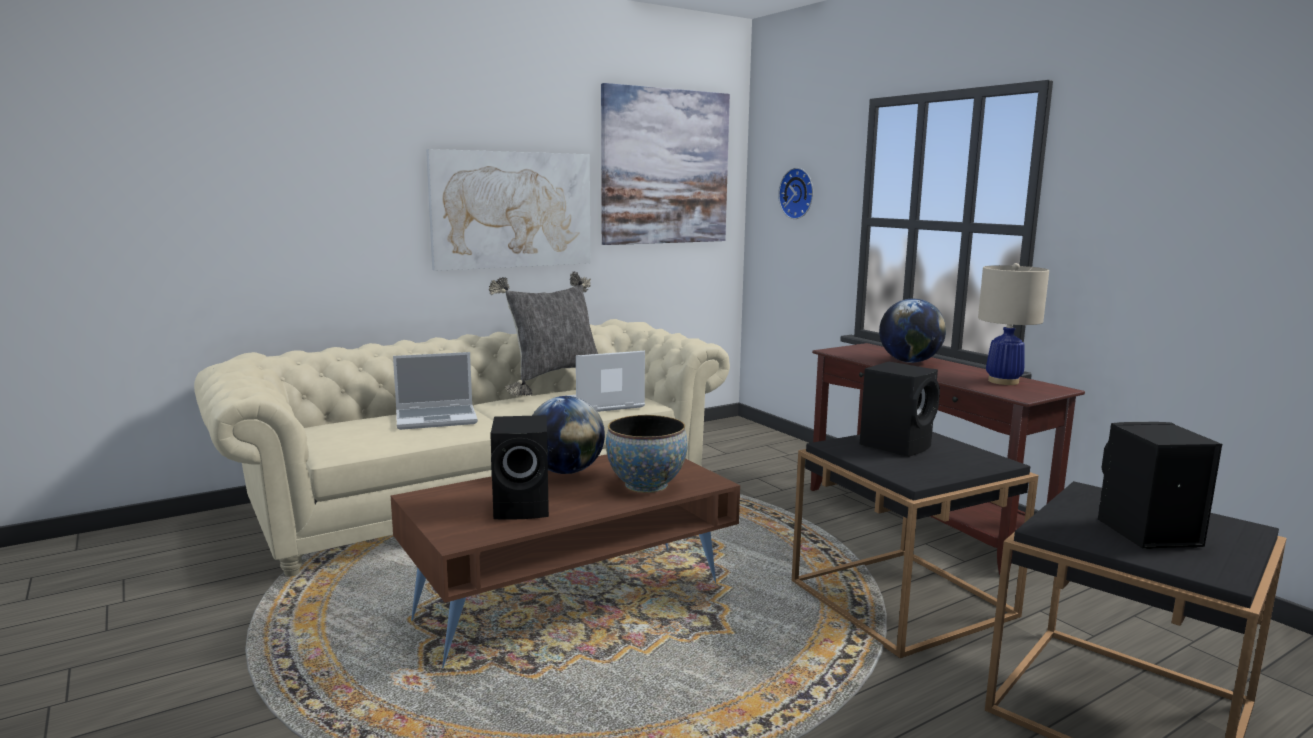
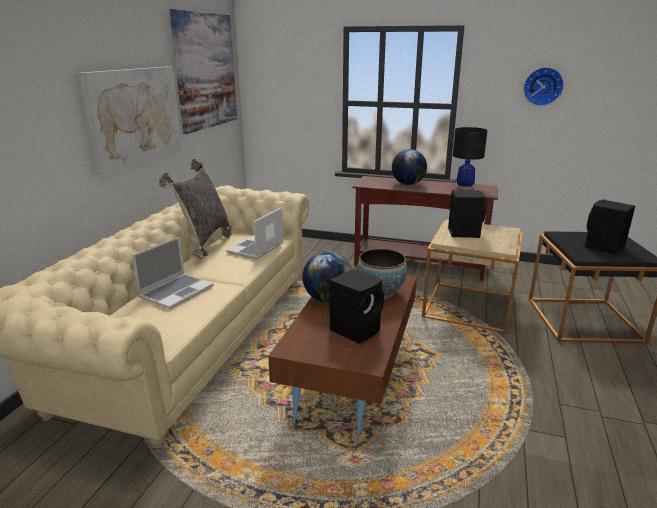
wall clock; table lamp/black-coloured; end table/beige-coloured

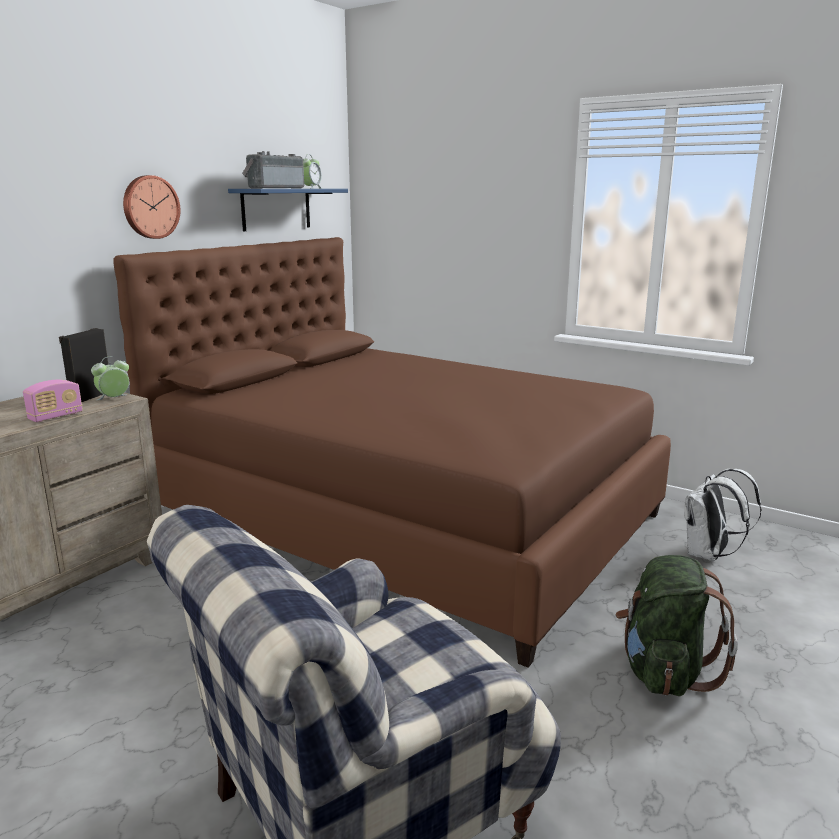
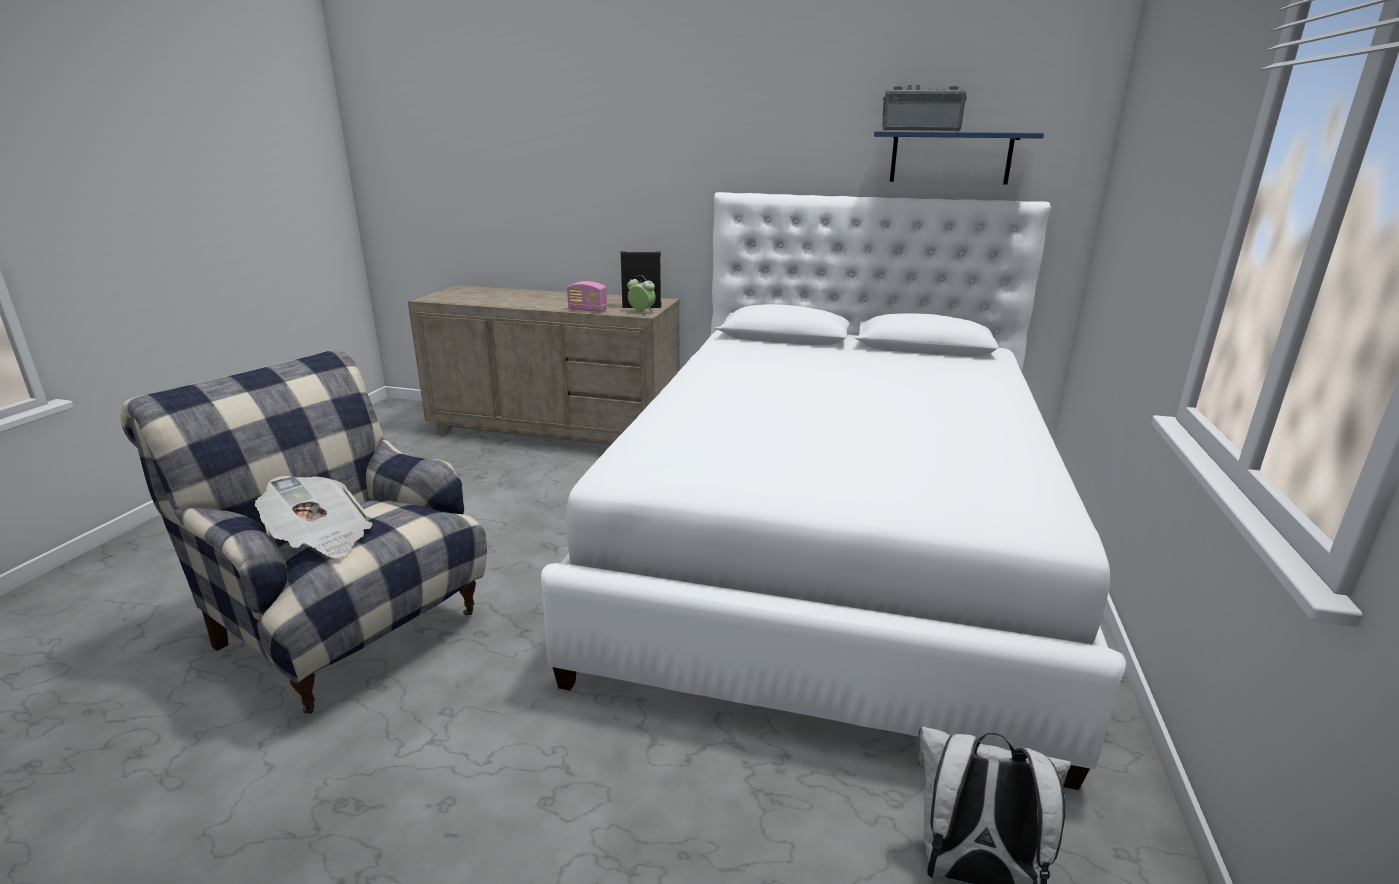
table clock (2nd from left in the first image); wall clock; bedroom bed/white-coloured; backpack/greenish; printed paper

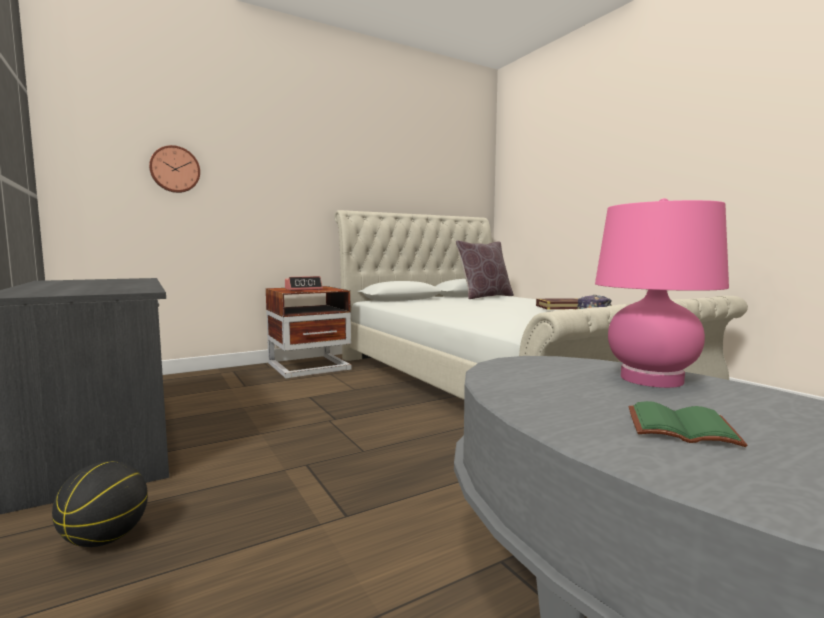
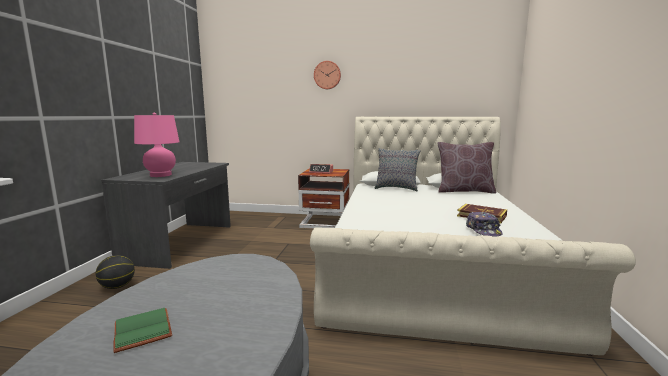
wall clock; table lamp/pink; throw pillow/gray

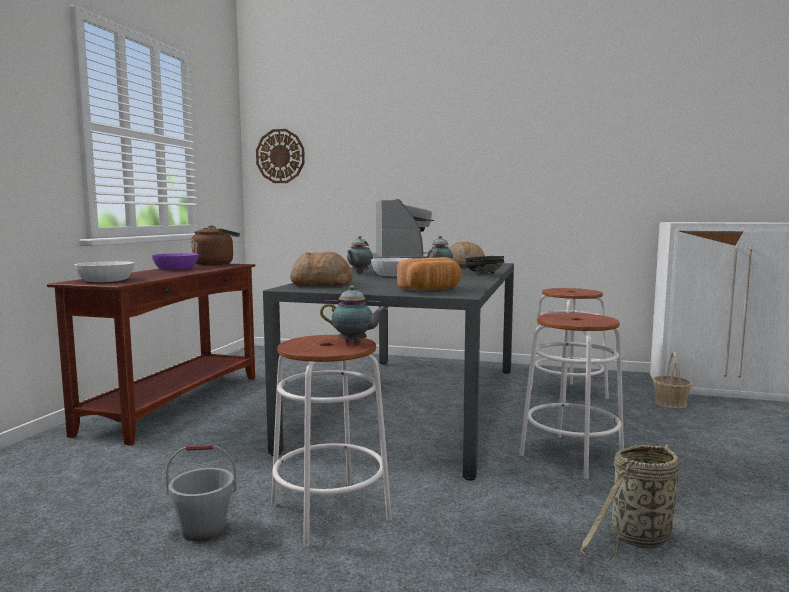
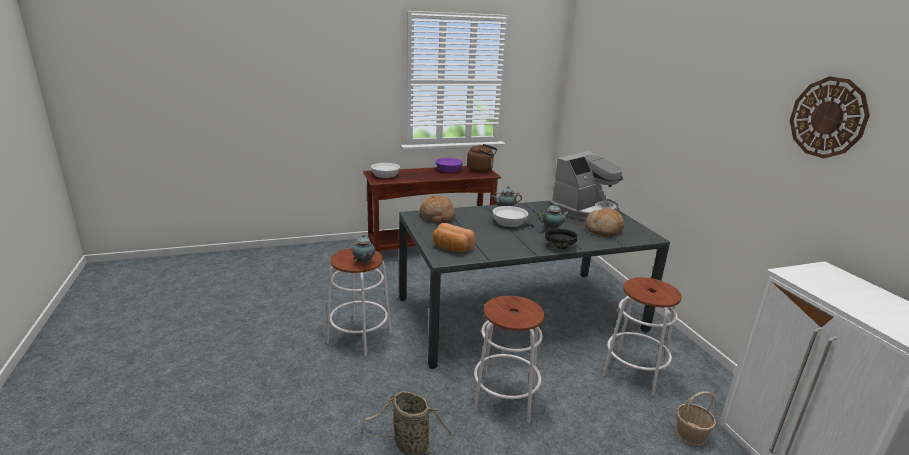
wall clock; pail/gray

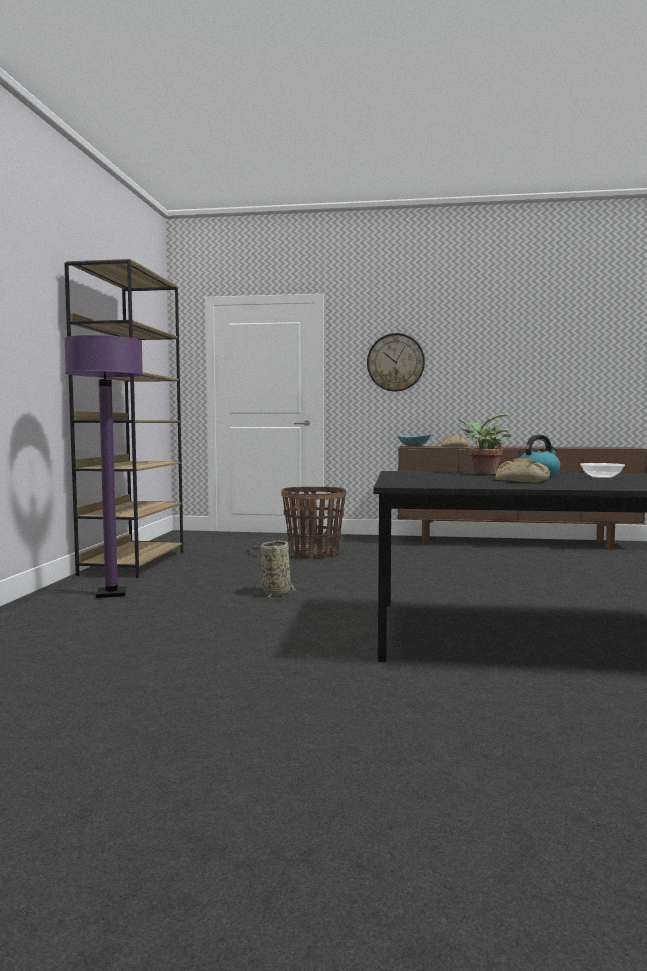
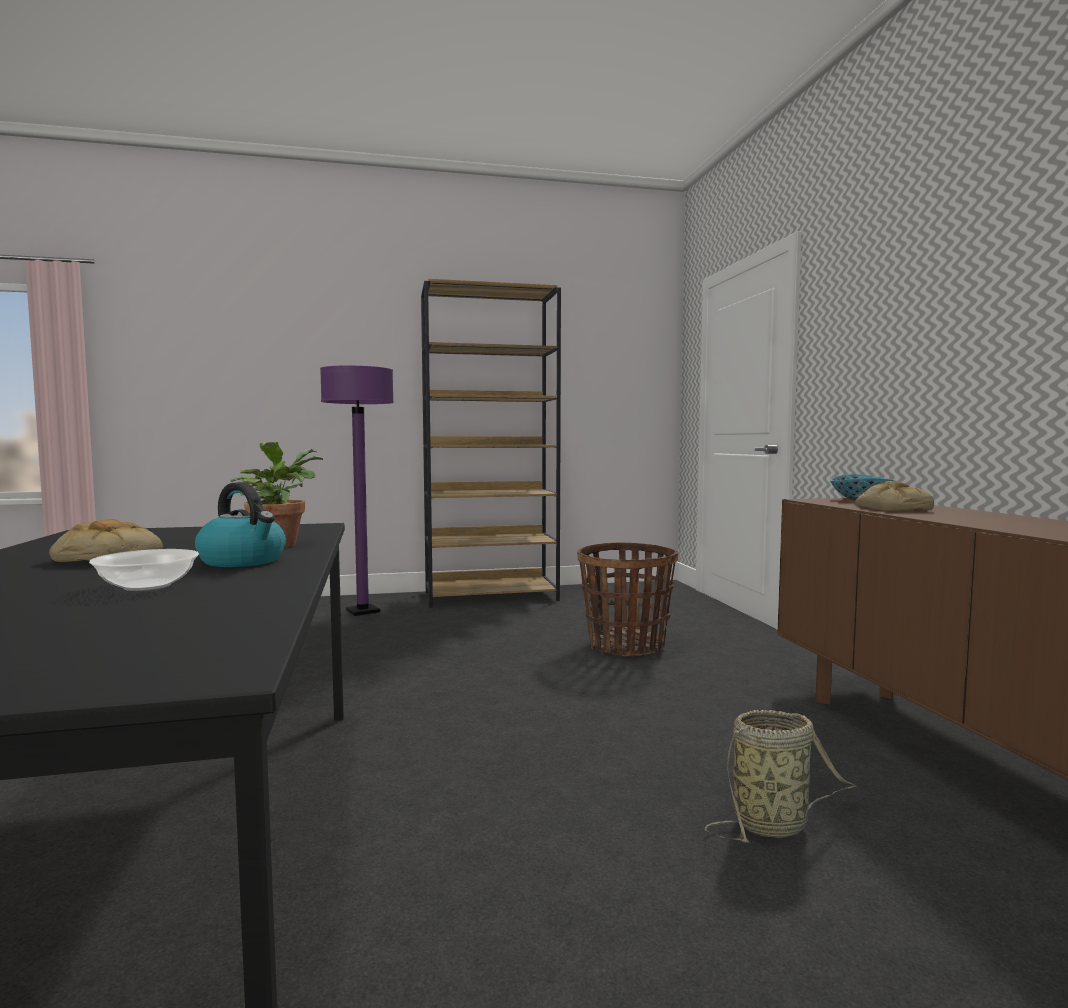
wall clock; household basket (2nd from left)

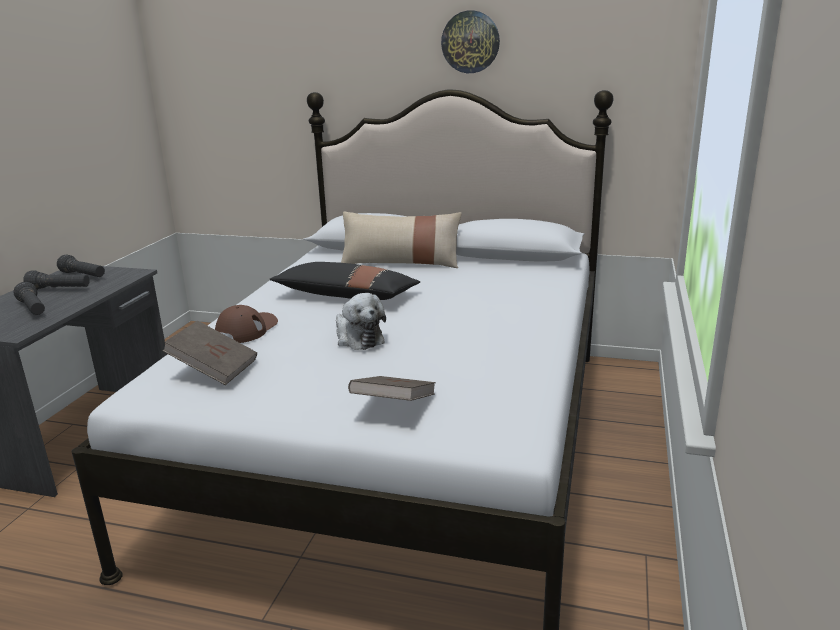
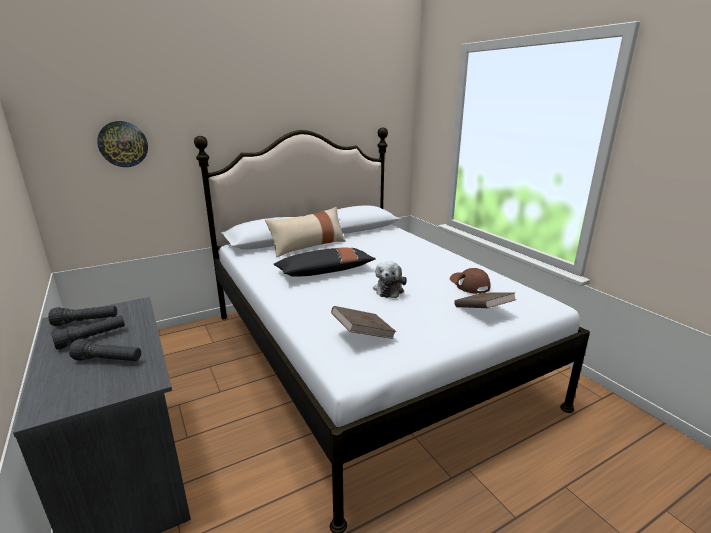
wall clock; plush toy; cap/brownish

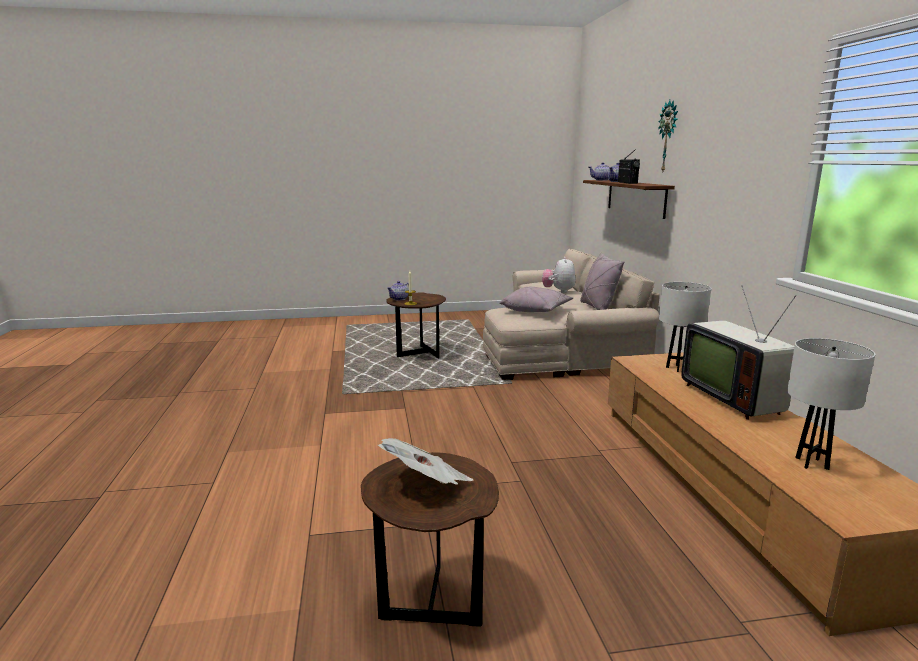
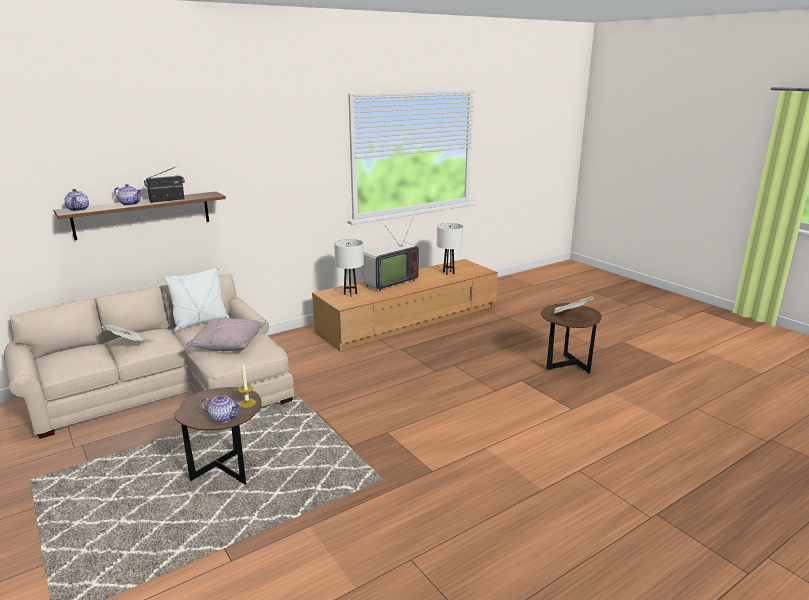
wall clock; throw pillow/white-coloured; printed paper (1st from left)

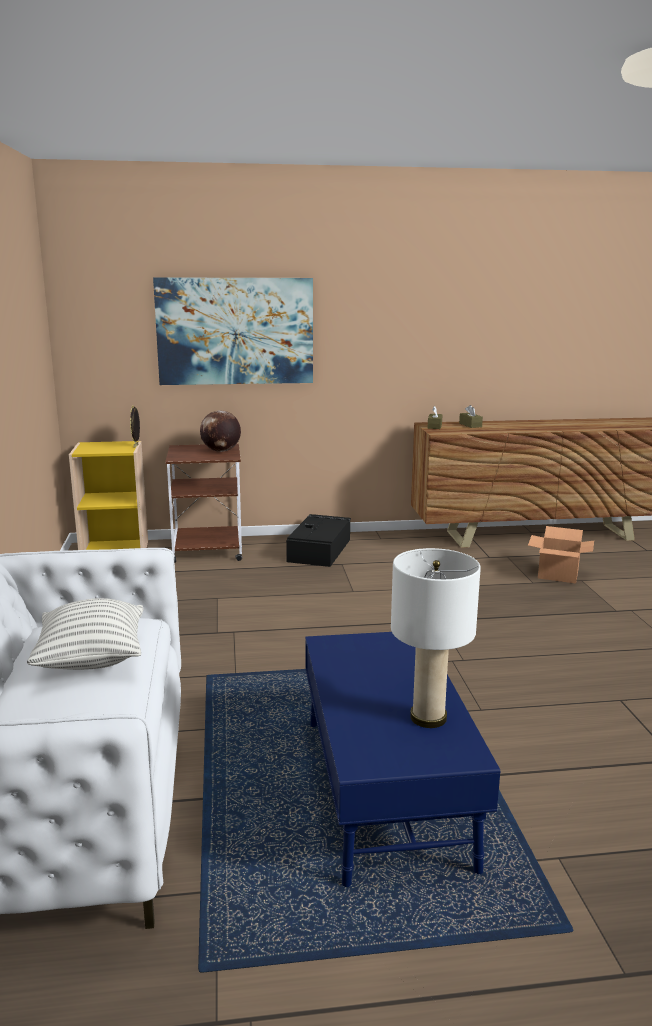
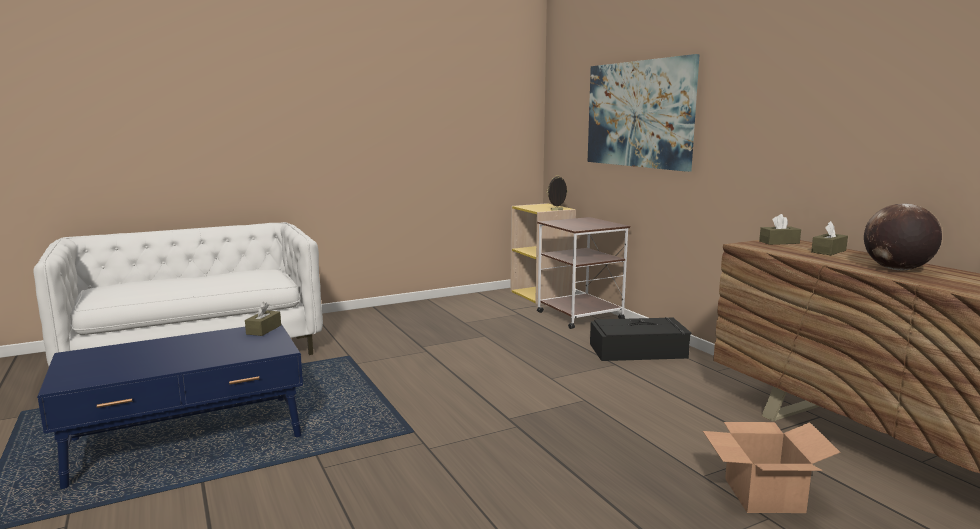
globe; table lamp/white-coloured; throw pillow; tissue holder/brownish (1st from left)

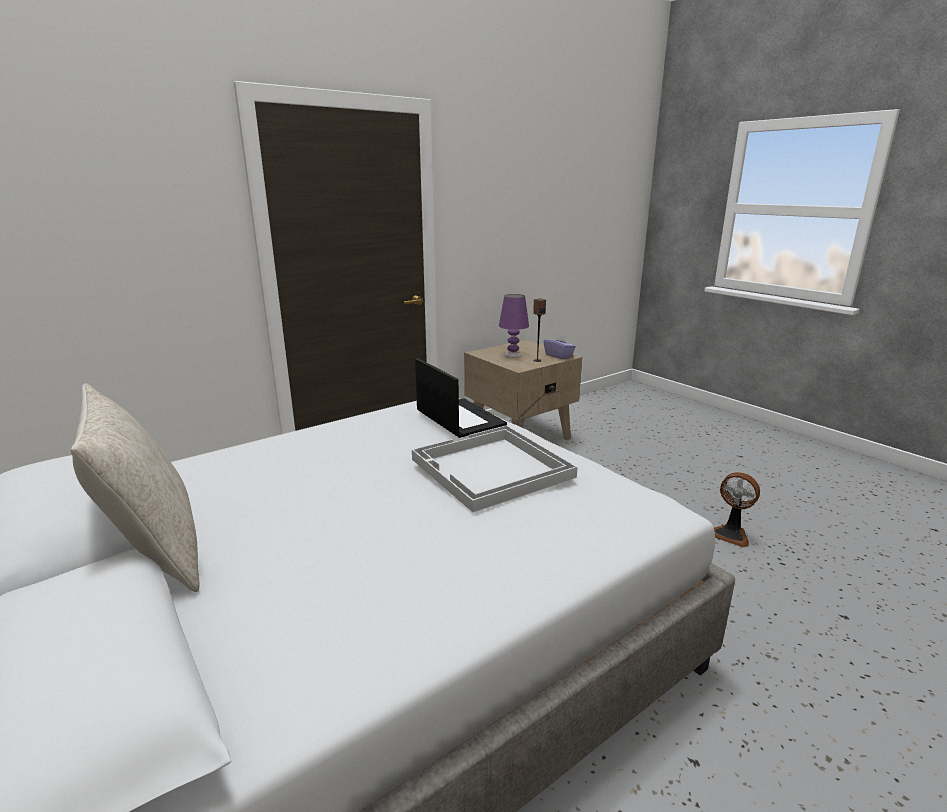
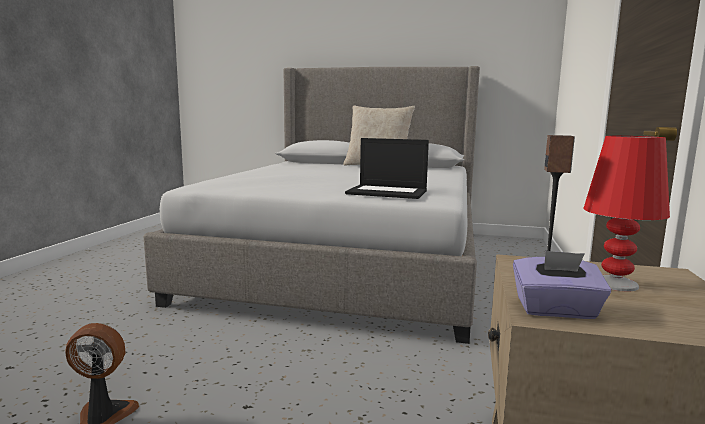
table lamp/red; tray/white-coloured

